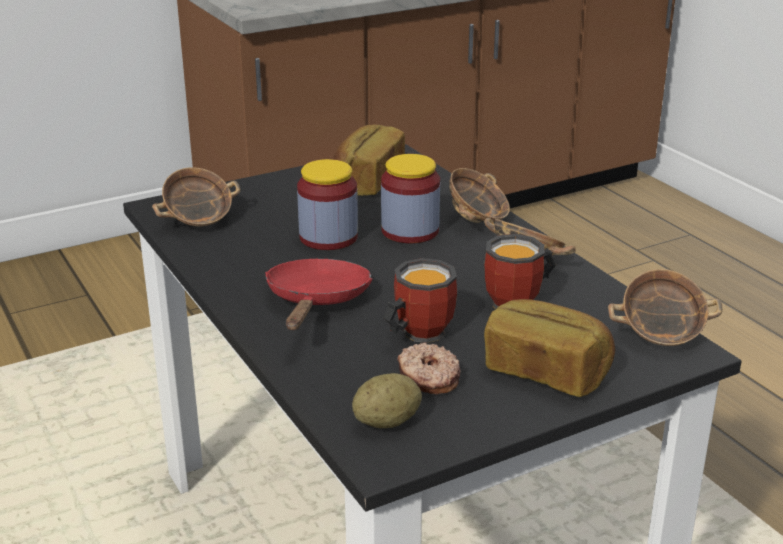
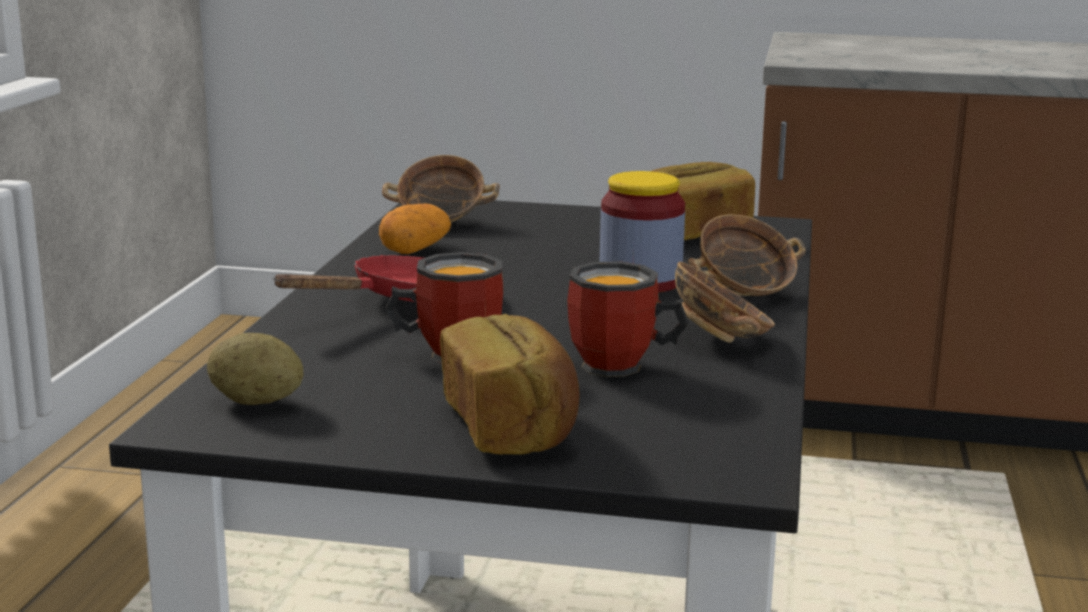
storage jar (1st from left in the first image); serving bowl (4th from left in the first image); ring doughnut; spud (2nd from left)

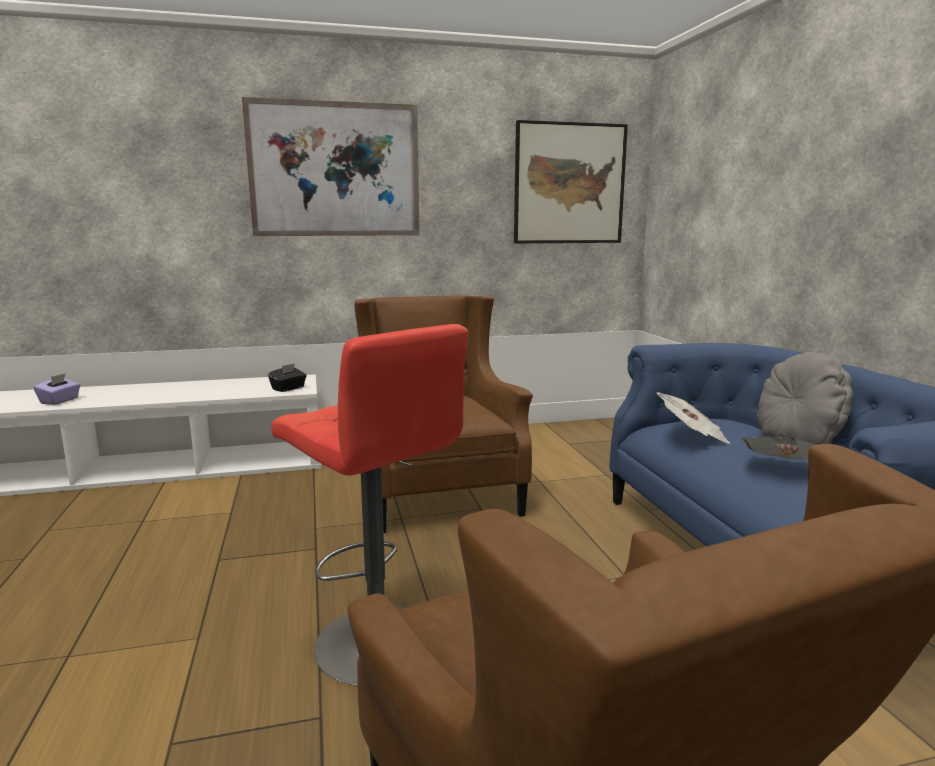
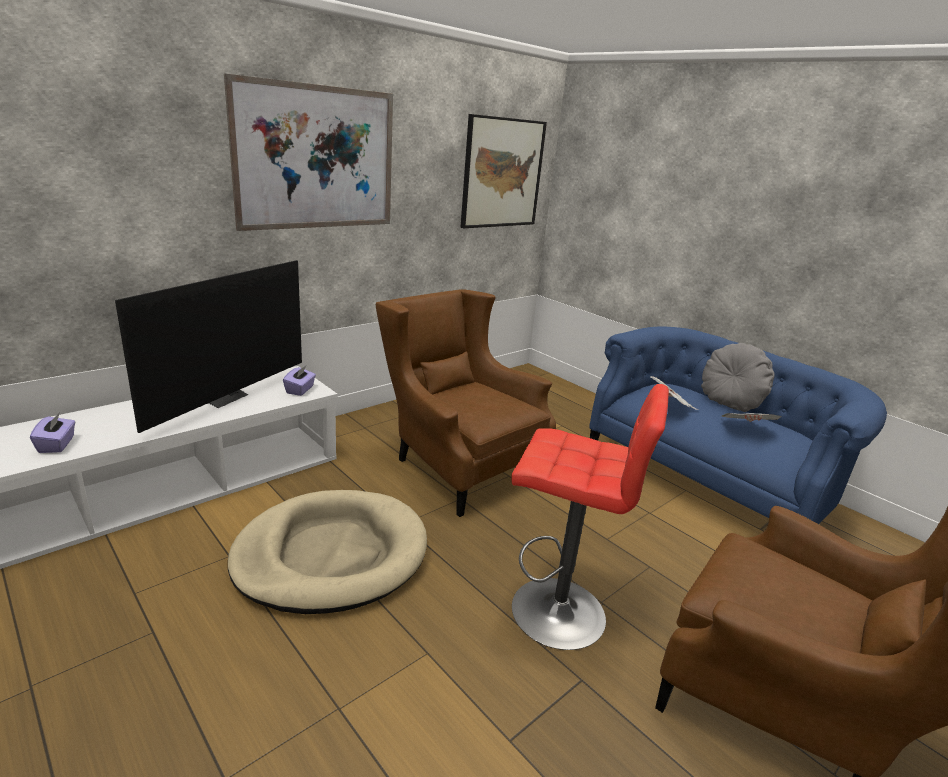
tissue holder/purple (2nd from left); television; dog bed/beige-coloured

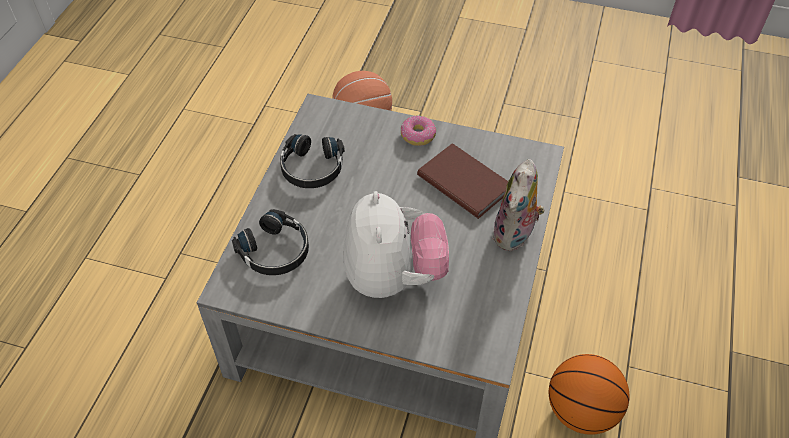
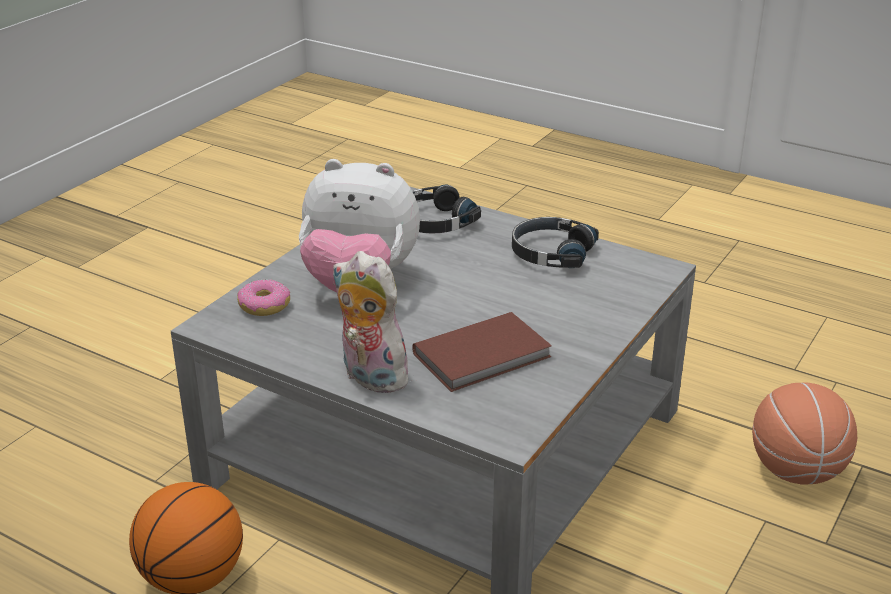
ring doughnut

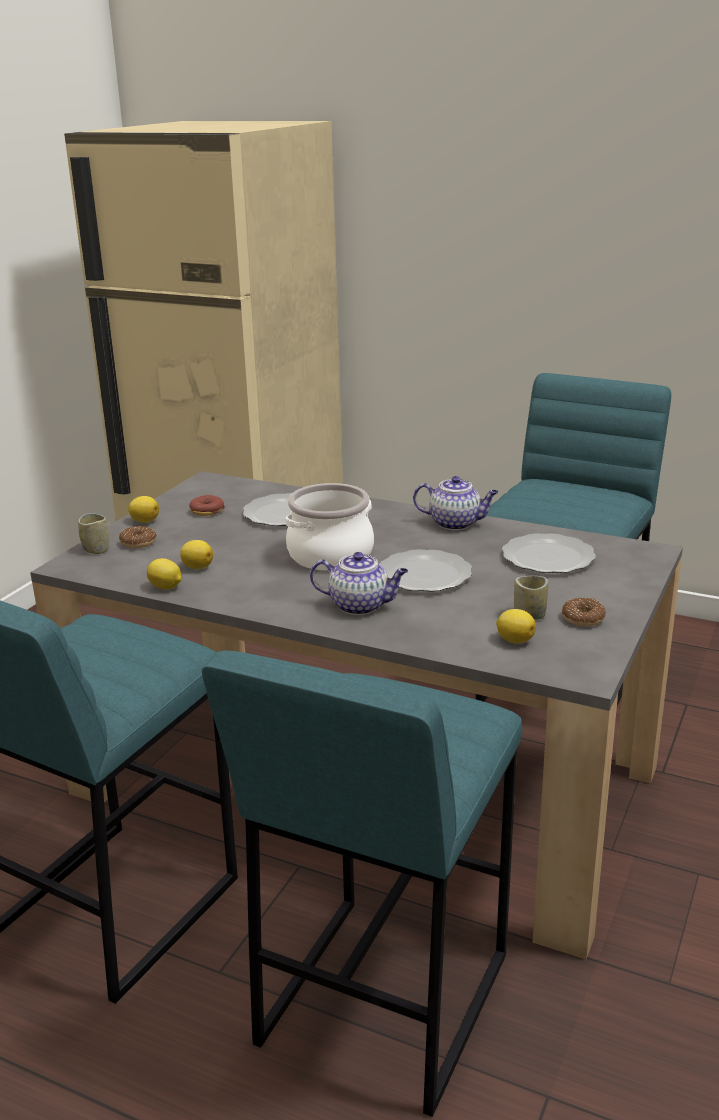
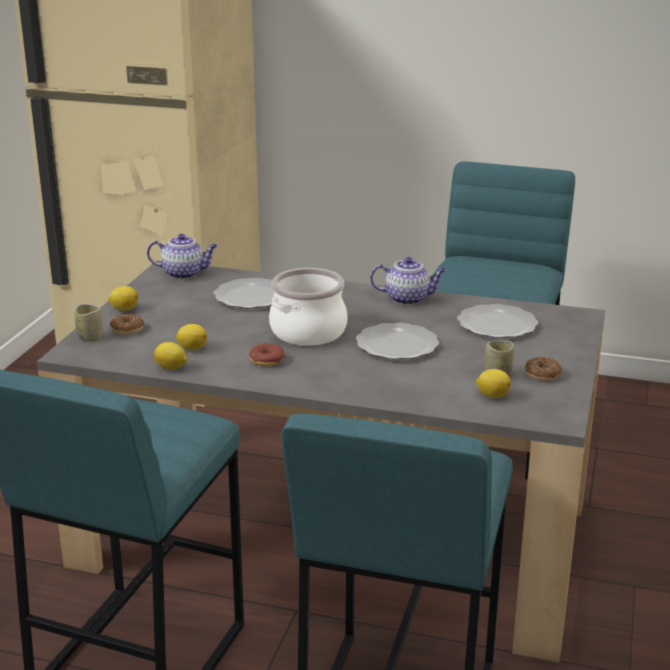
ring doughnut (2nd from left); tea pot (1st from left)

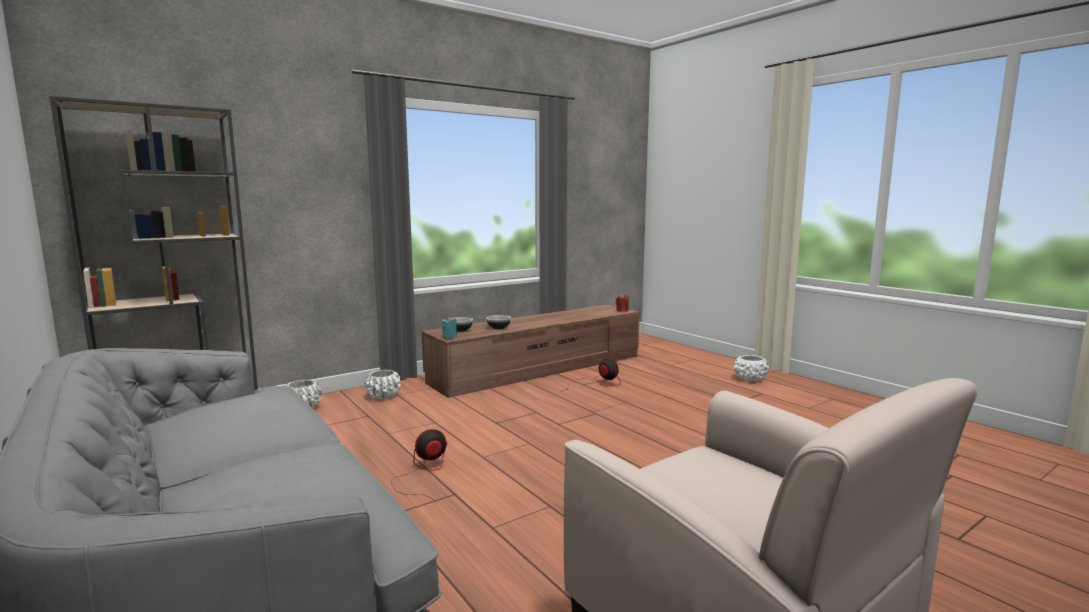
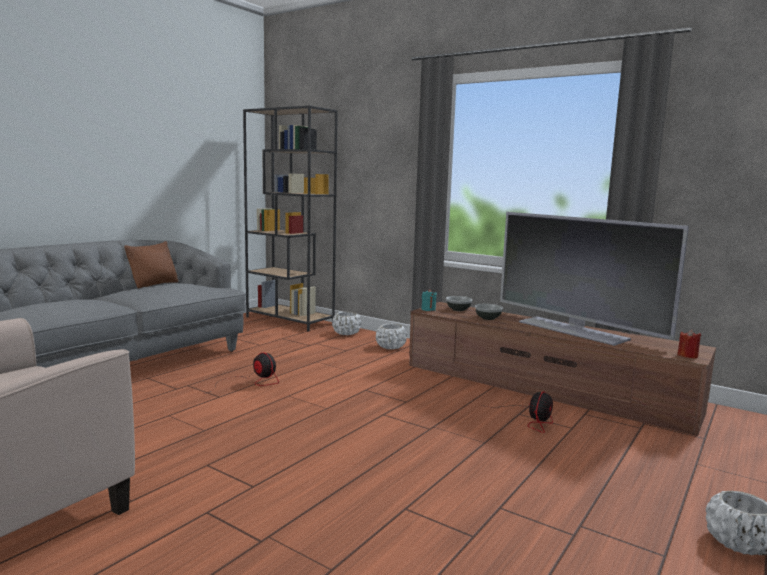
television; throw pillow/brownish

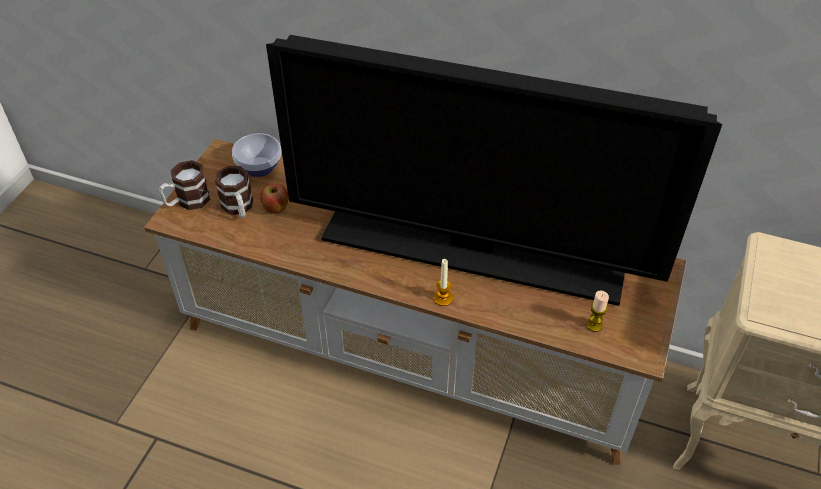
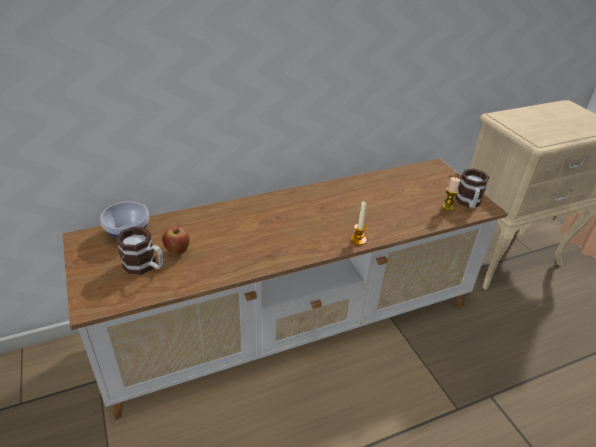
television; tea mug (2nd from left)

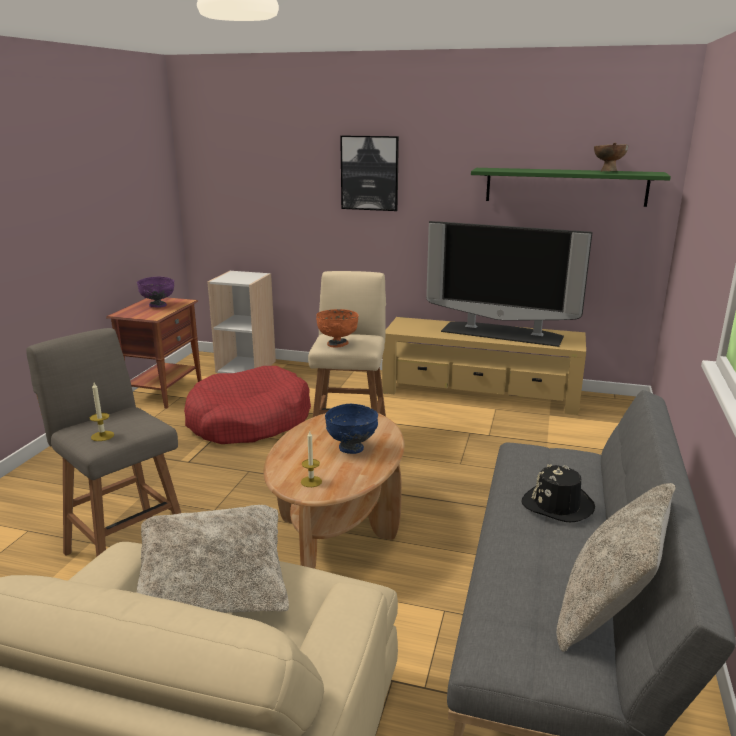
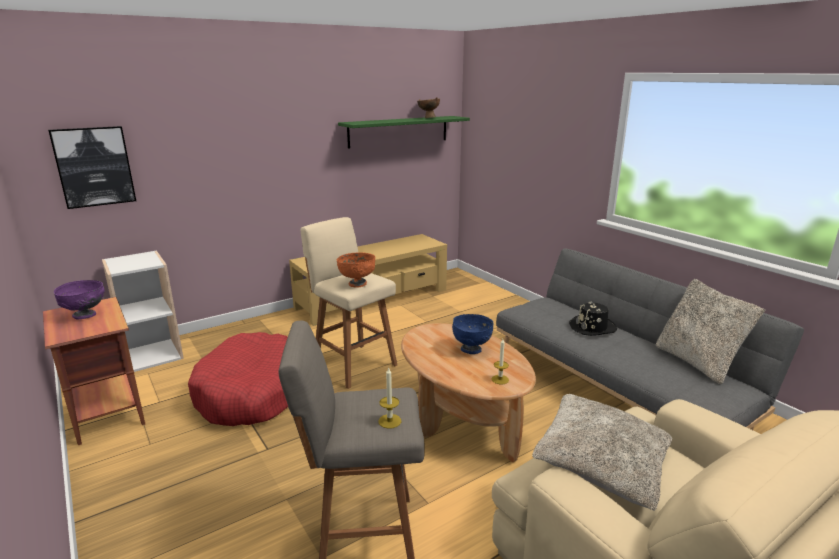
wall art; television

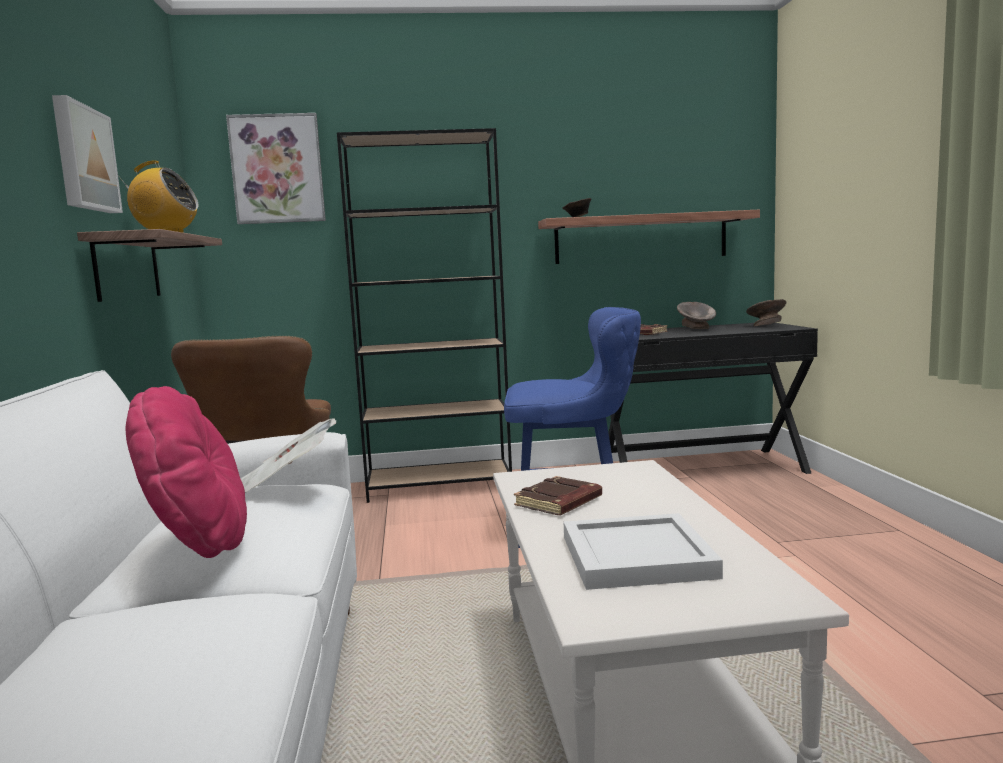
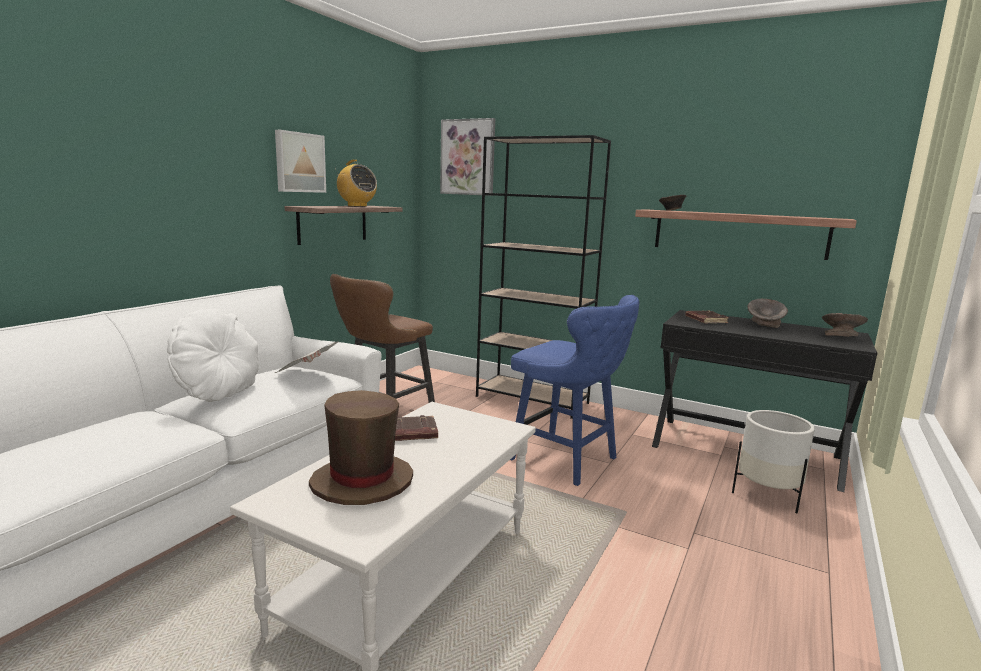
throw pillow/white-coloured; clothing hat/brownish; planter/white-coloured

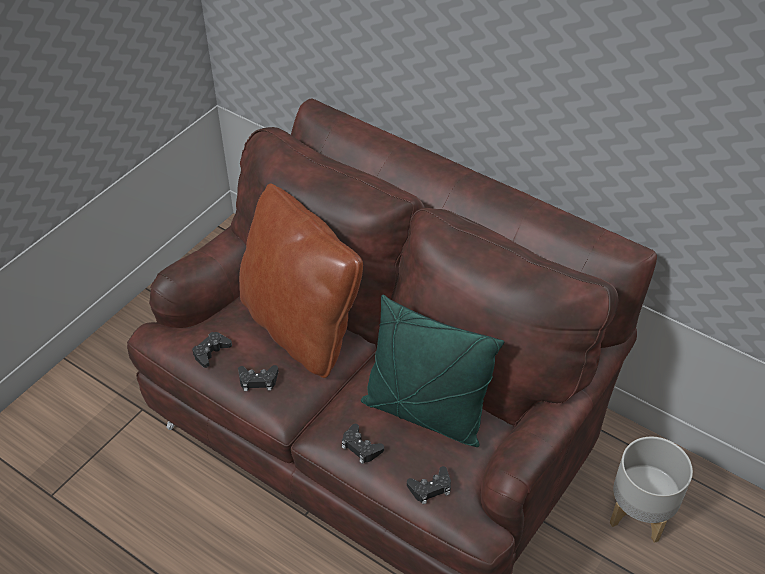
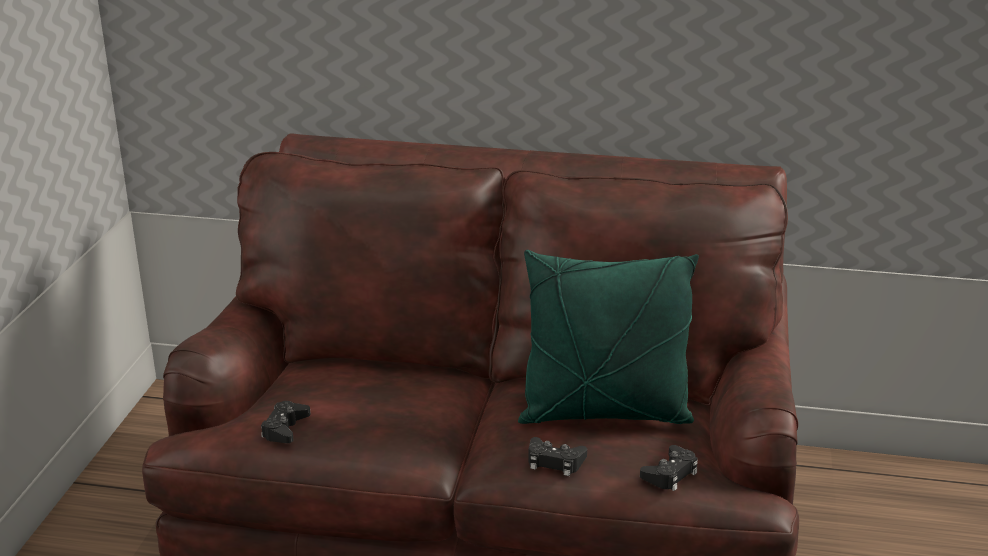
throw pillow/brownish; gamepad/black-coloured (2nd from left in the first image); planter/gray

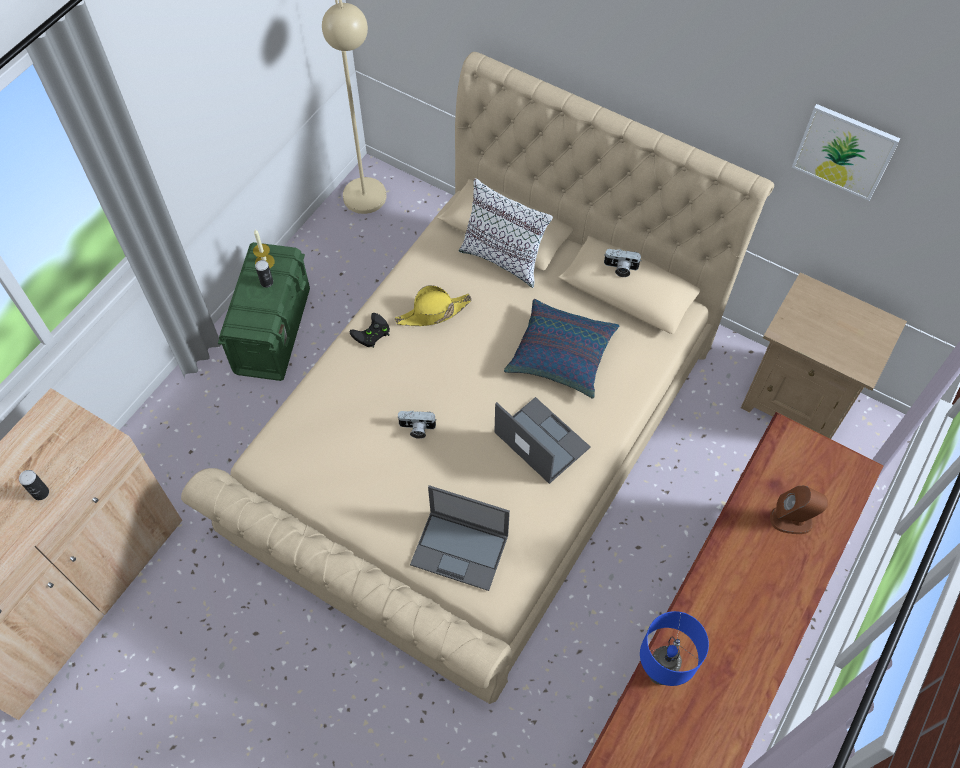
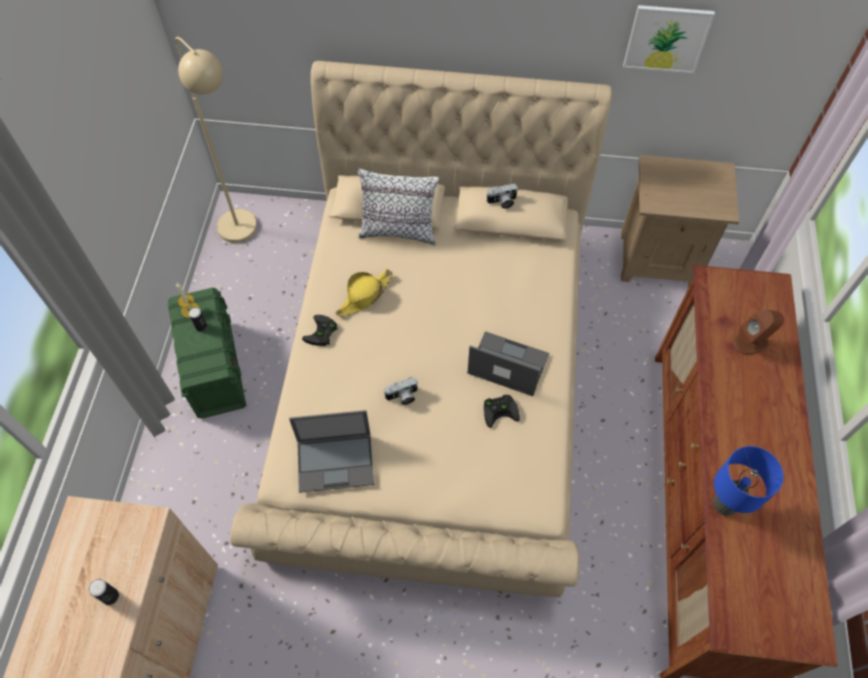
throw pillow/blue-coloured; laptop (1st from left); gamepad/black-coloured (2nd from left)

